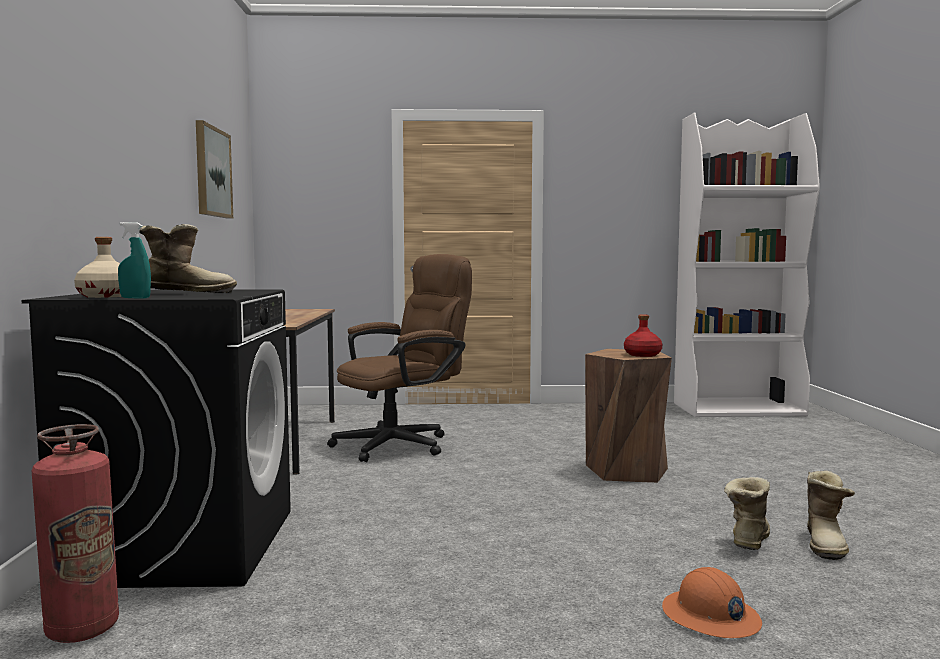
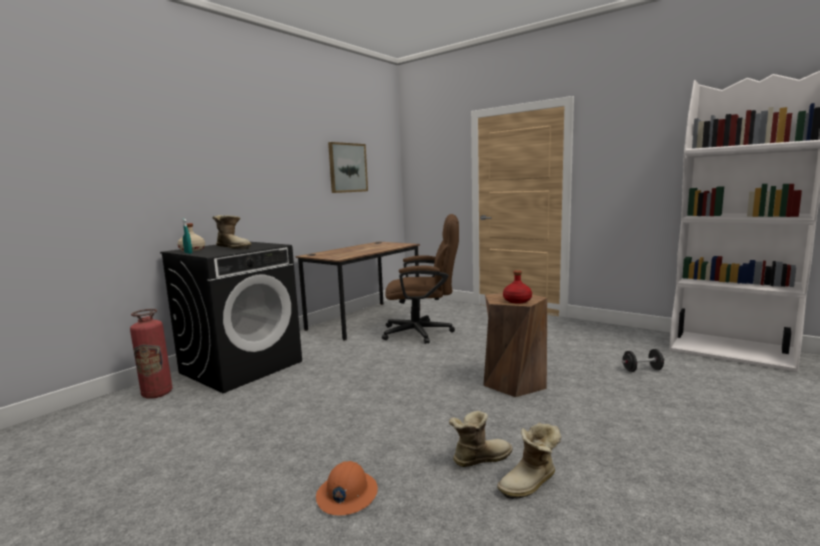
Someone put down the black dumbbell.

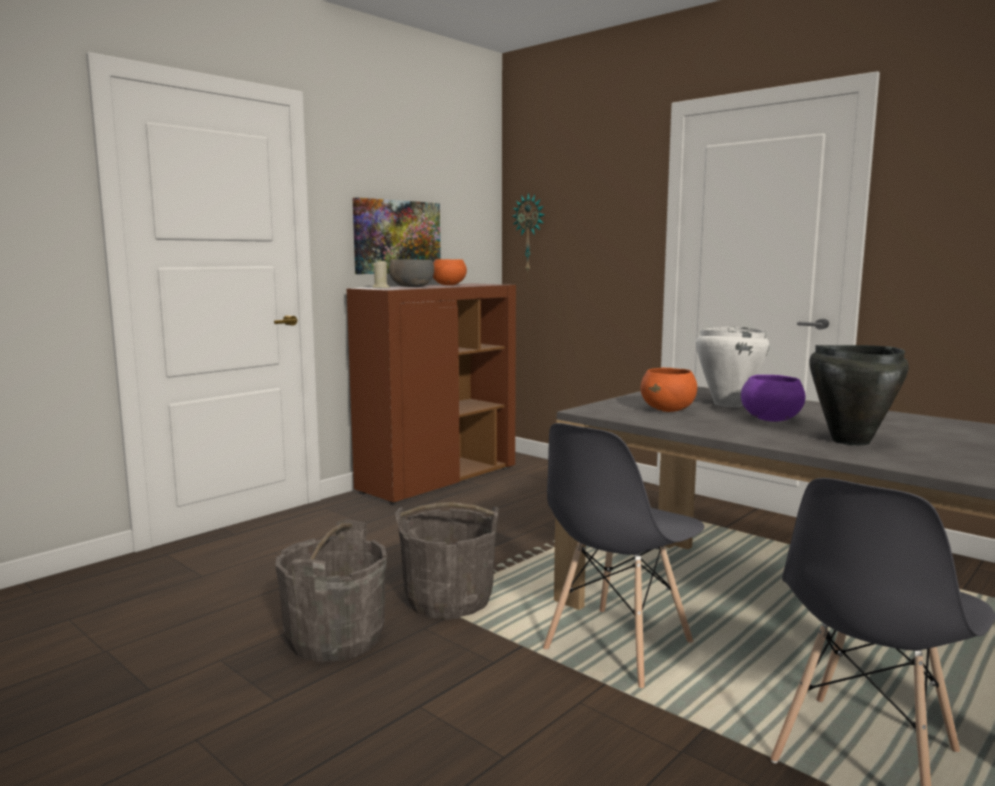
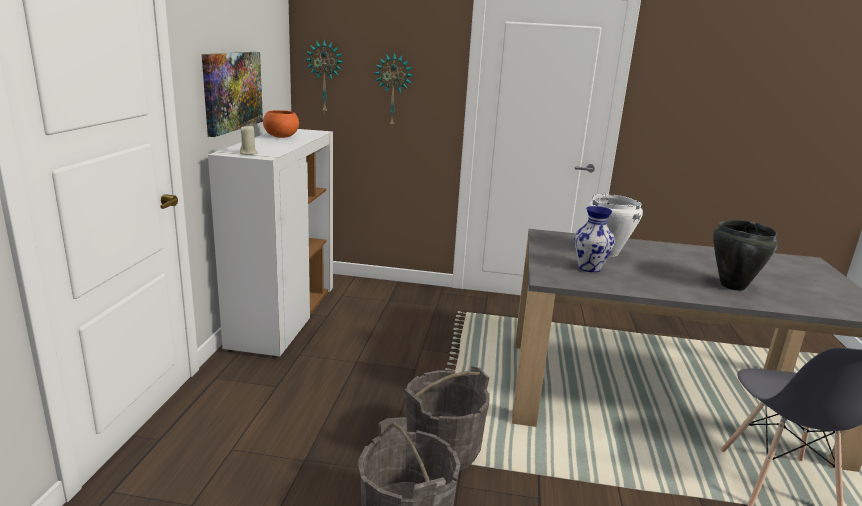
Someone repainted the brown cabinet, which became the white cabinet.
Someone took away the grey bowl.
Someone took away the grey chair (no. 1 from left).
Someone swapped the orange bowl (no. 2 from left) for the vase.
Someone took away the purple bowl.
Someone put up the wall clock (no. 2 from left).

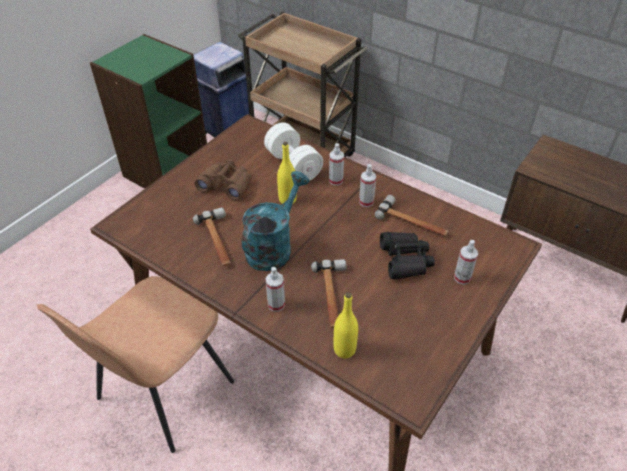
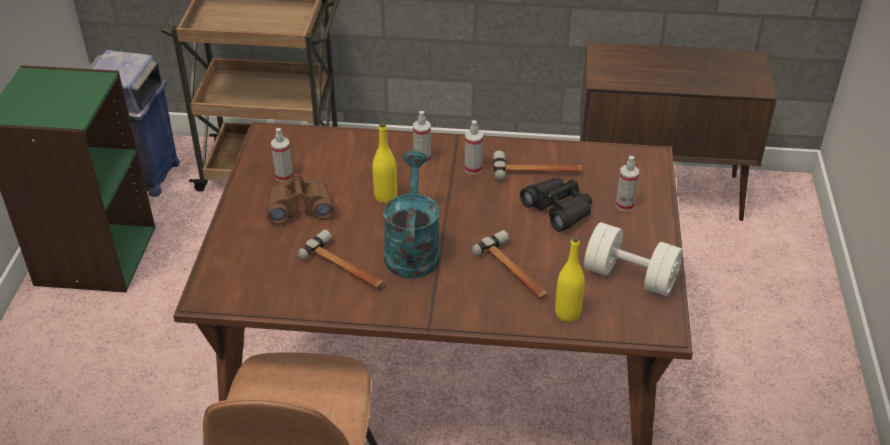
Someone carried the white dumbbell.
Someone carried the spray bottle (no. 1 from left).

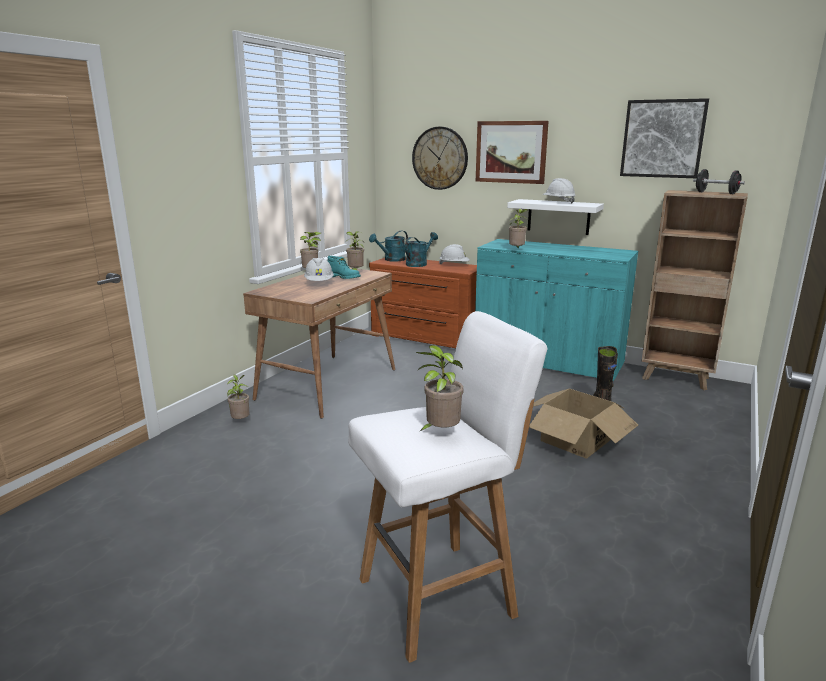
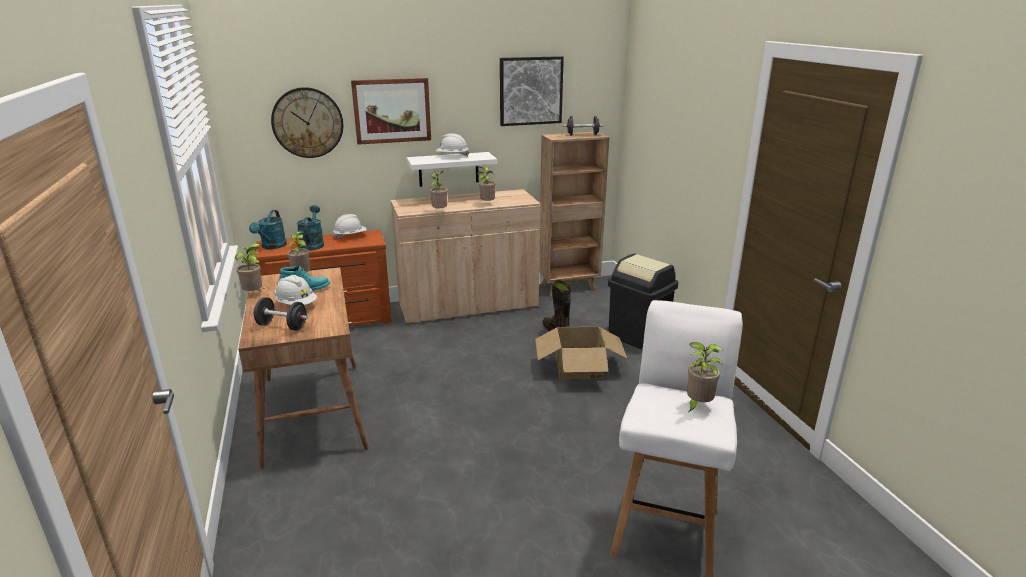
Someone carried the potted plant (no. 1 from left in the first image).
Someone repainted the turquoise cabinet, which became the beige cabinet.
Someone put down the black dumbbell (no. 1 from left).
Someone put down the black trash can.

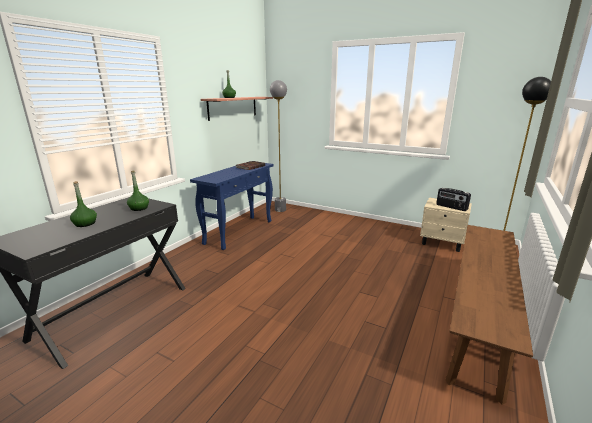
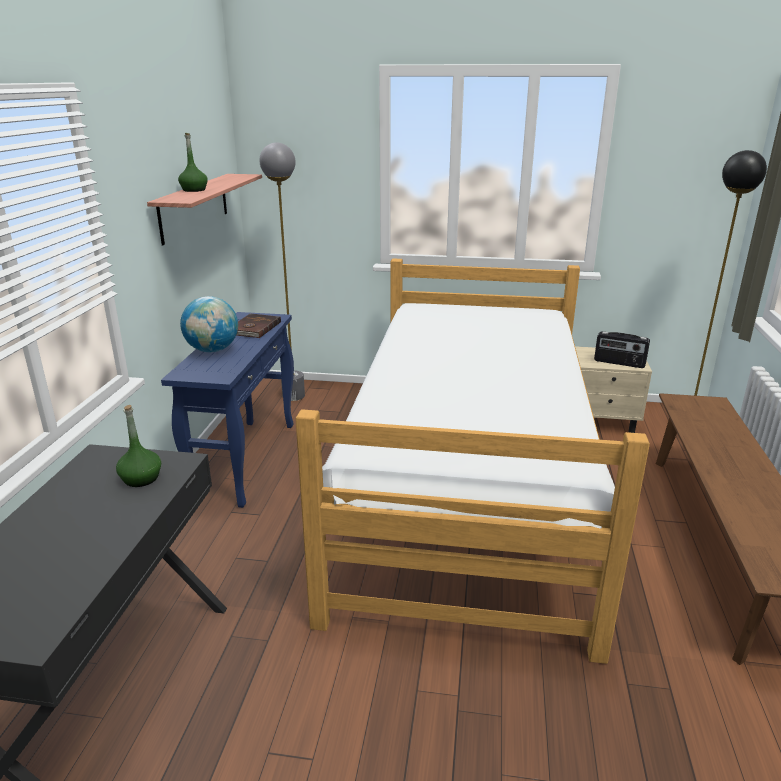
Someone took away the green bottle (no. 1 from left).
Someone put down the globe.
Someone put down the bed.

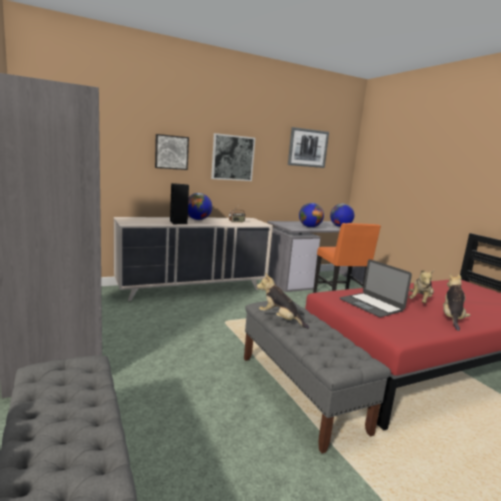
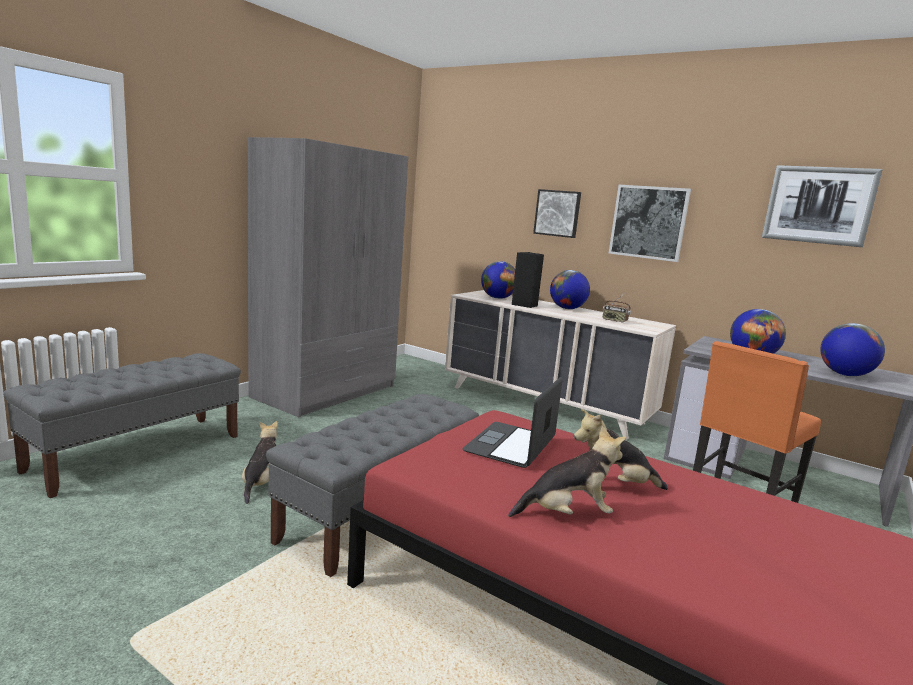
Someone carried the plush toy (no. 1 from left).
Someone put down the globe (no. 1 from left).

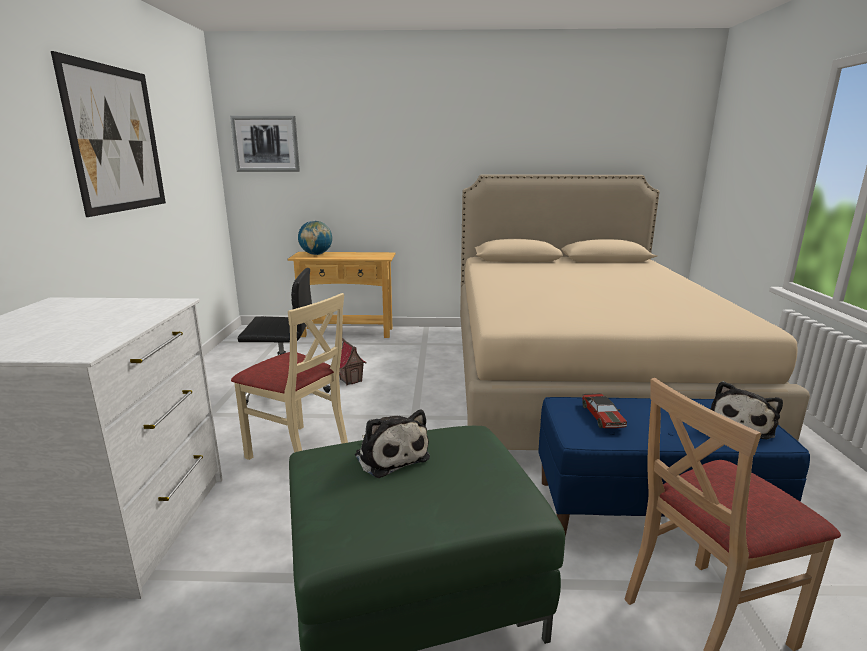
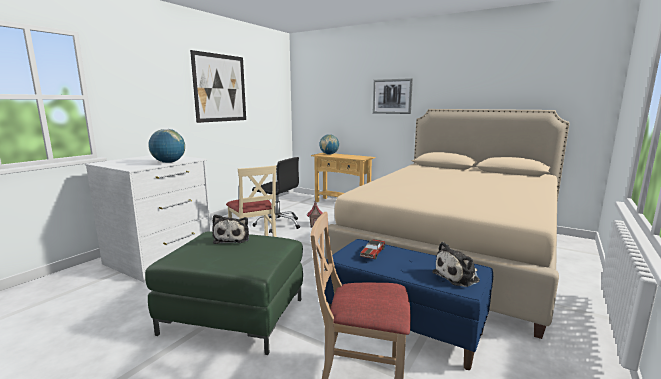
Someone carried the picture (no. 2 from left).
Someone put down the globe (no. 1 from left).

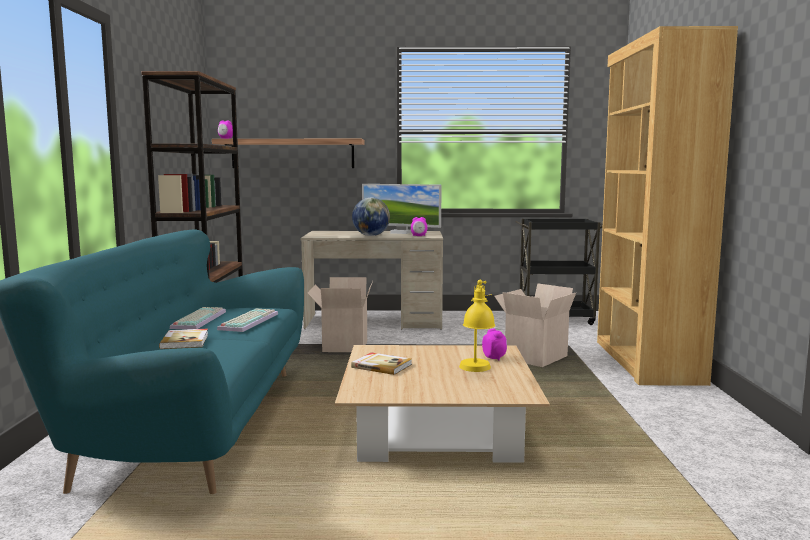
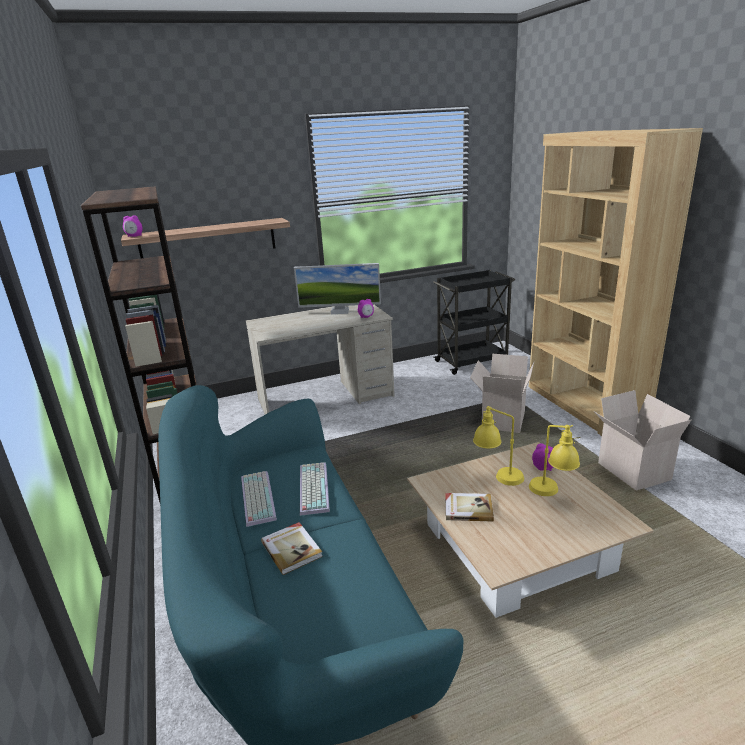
Someone carried the cardboard box (no. 1 from left in the first image).
Someone took away the globe.
Someone put down the yellow table lamp (no. 1 from left).

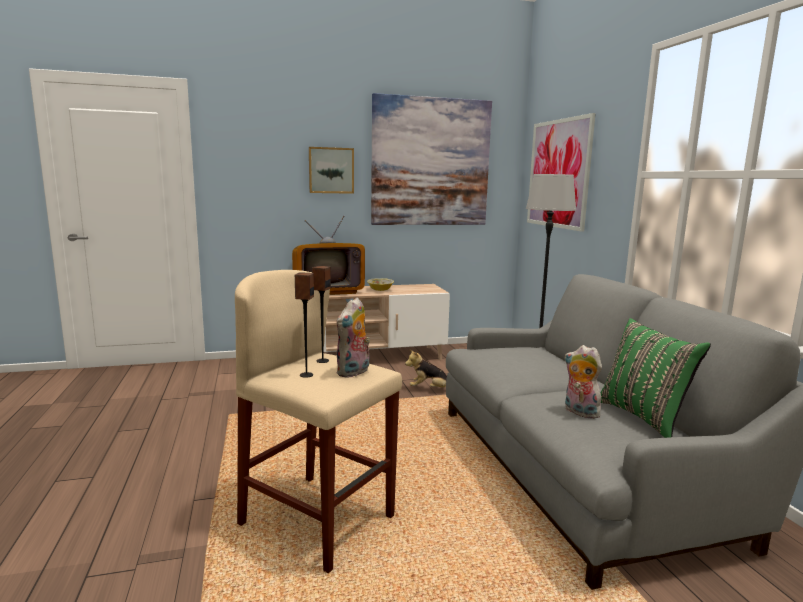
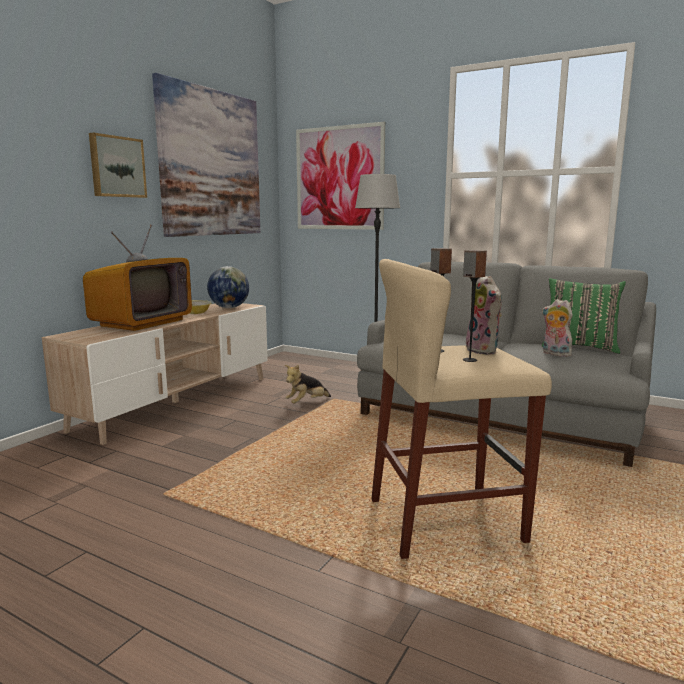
Someone rotated the plush toy (no. 3 from left) by 45 degrees clockwise.
Someone put down the globe.

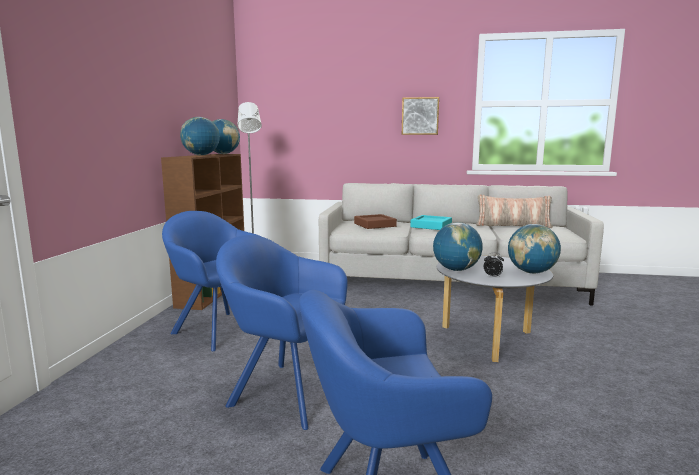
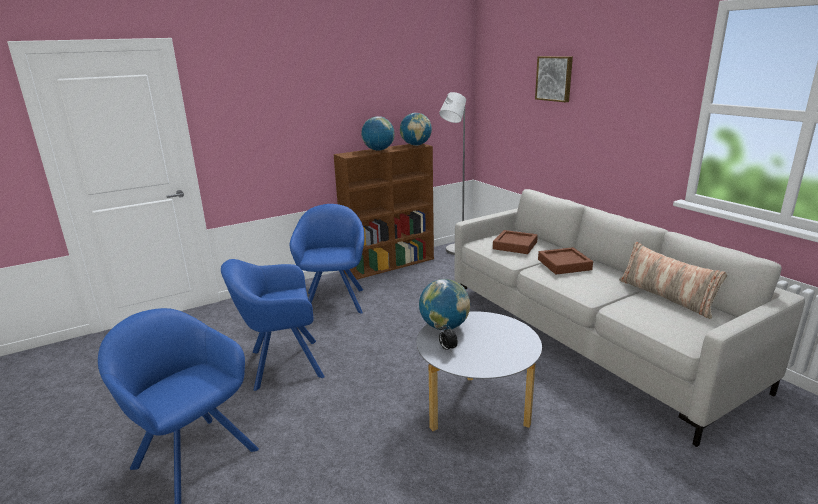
Someone rotated the blue armchair (no. 2 from left) by 90 degrees counterclockwise.
Someone carried the picture.
Someone repainted the turquoise tray, which became the brown tray (no. 2 from left).
Someone took away the globe (no. 4 from left).

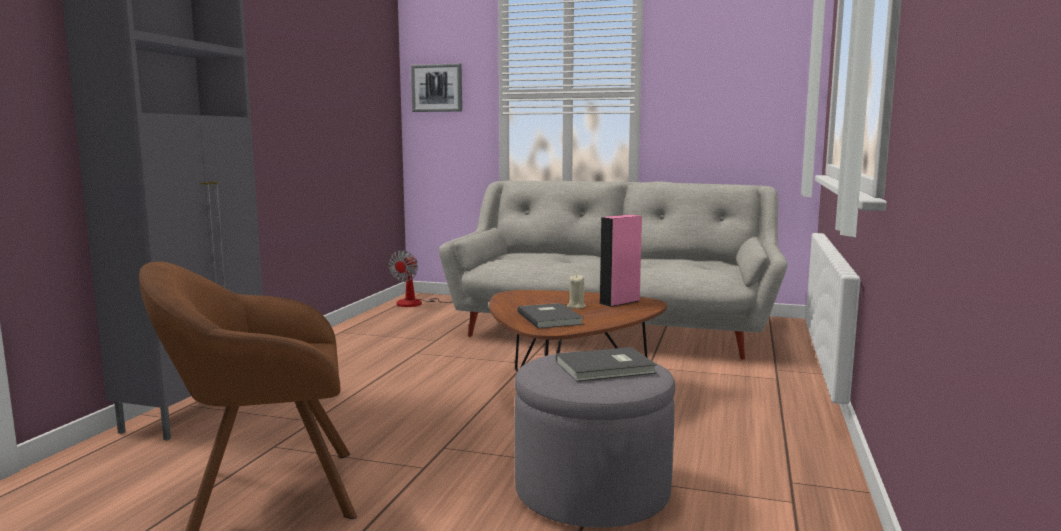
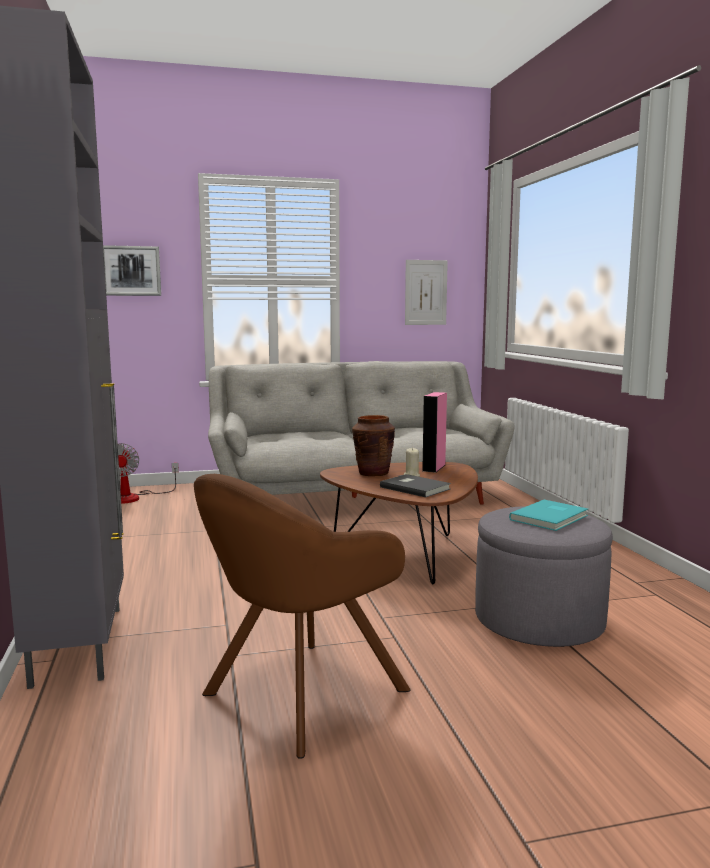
Someone repainted the grey book (no. 2 from left), which became the turquoise book.
Someone put down the brown vase.
Someone put up the picture (no. 2 from left).

